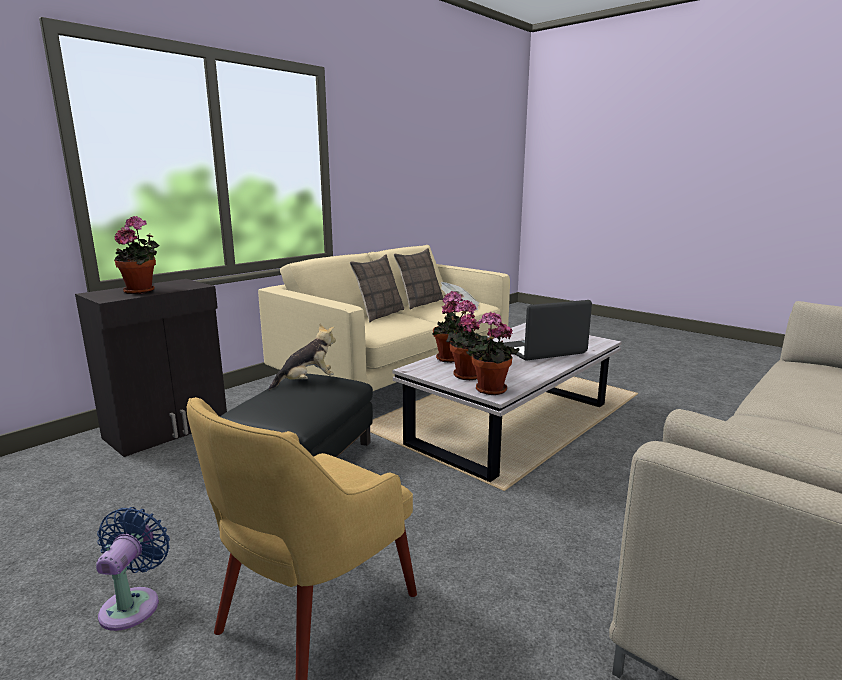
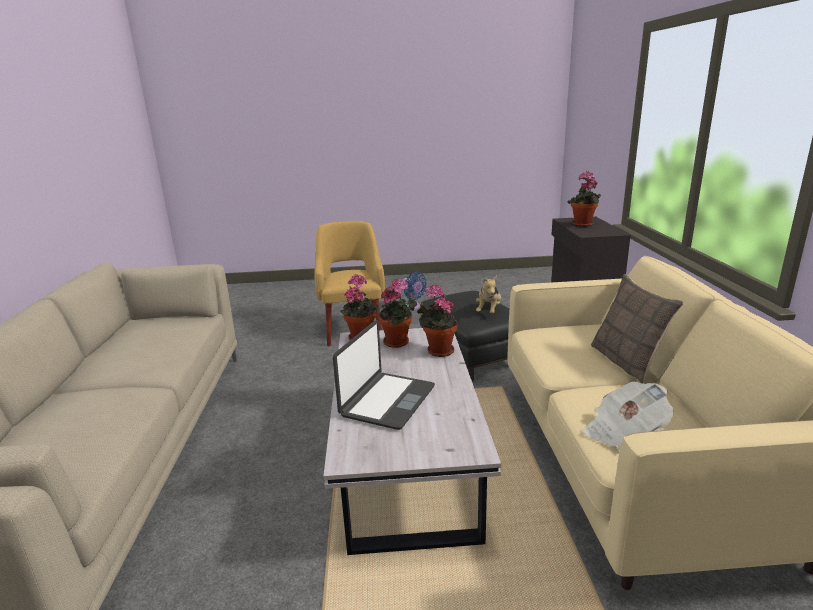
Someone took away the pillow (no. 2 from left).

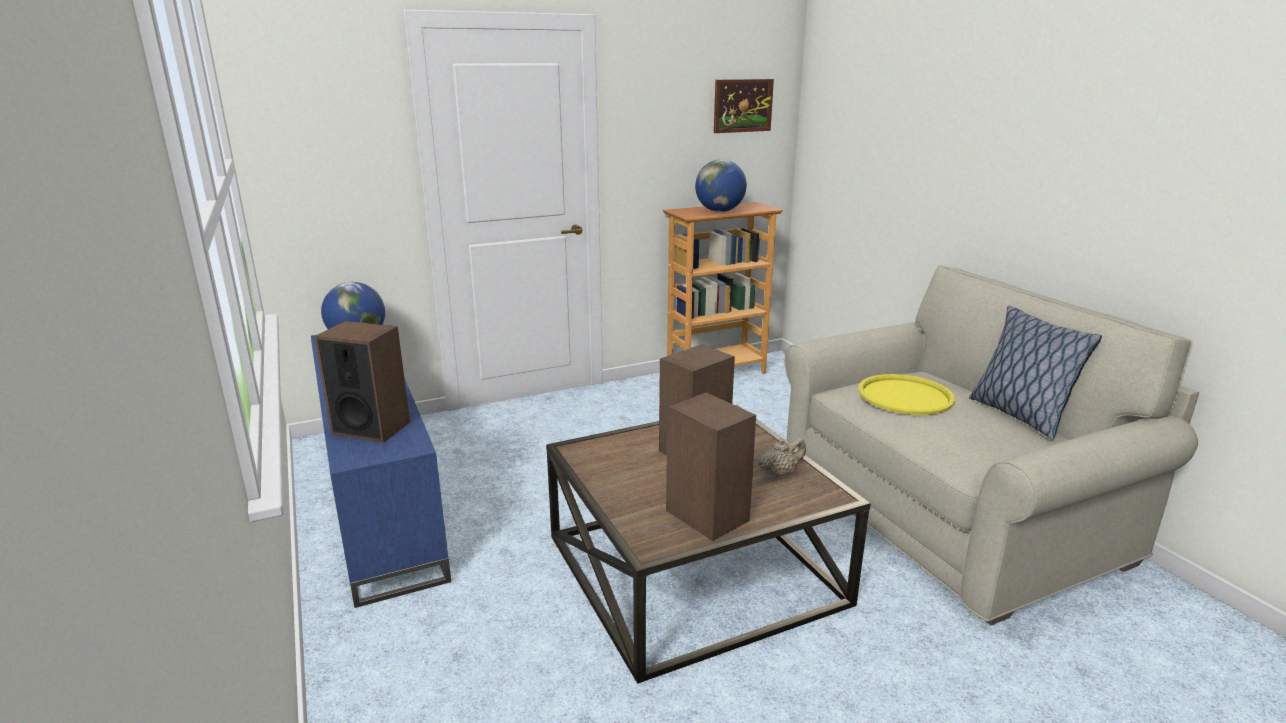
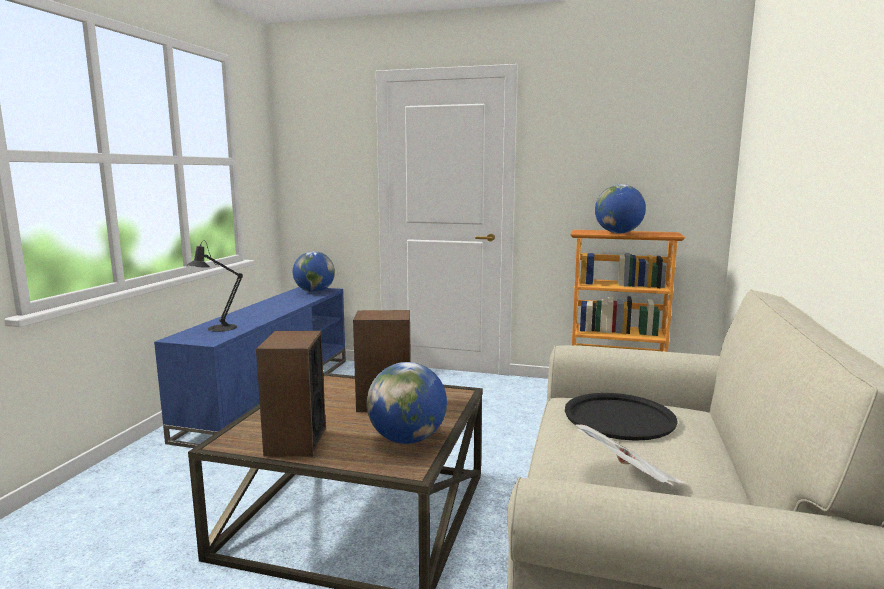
Someone swapped the speaker (no. 1 from left) for the black table lamp.
Someone took away the picture.
Someone swapped the beige teapot for the globe (no. 2 from left).
Someone repainted the yellow tray, which became the black tray.
Someone took away the pillow.
Someone put down the newspaper.

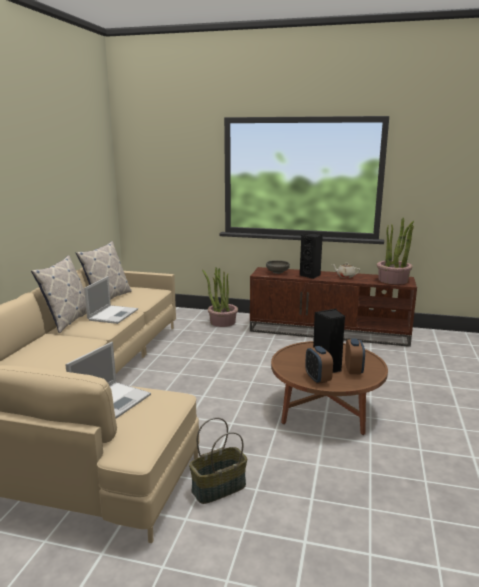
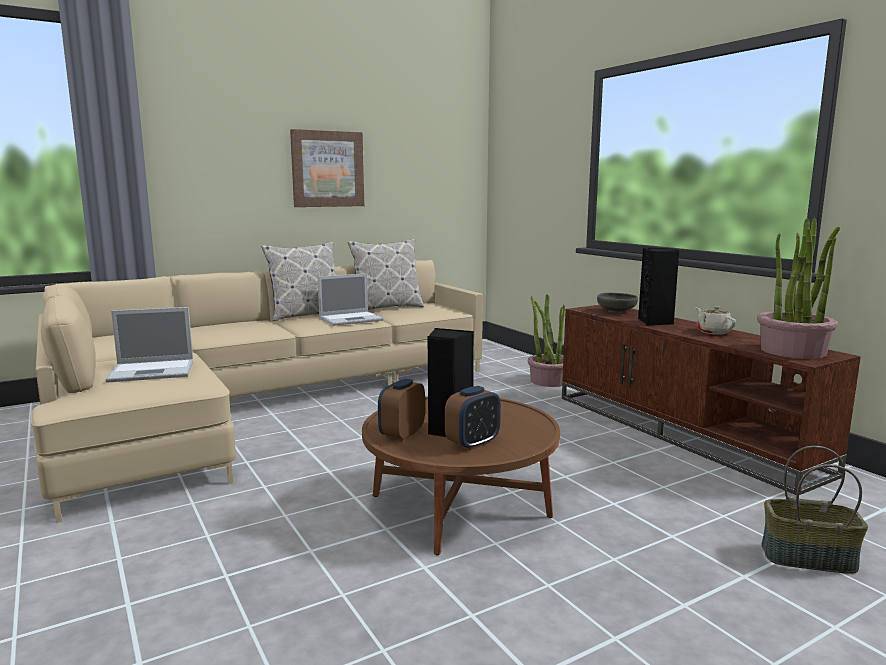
Someone carried the basket.
Someone put up the picture.

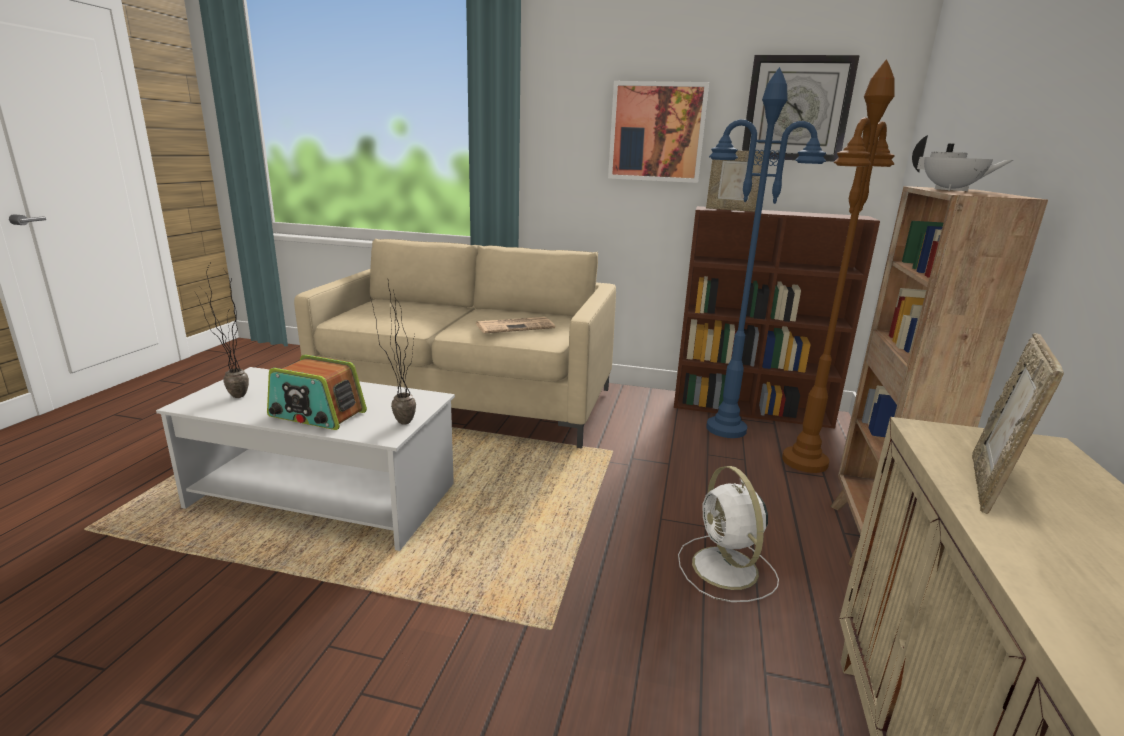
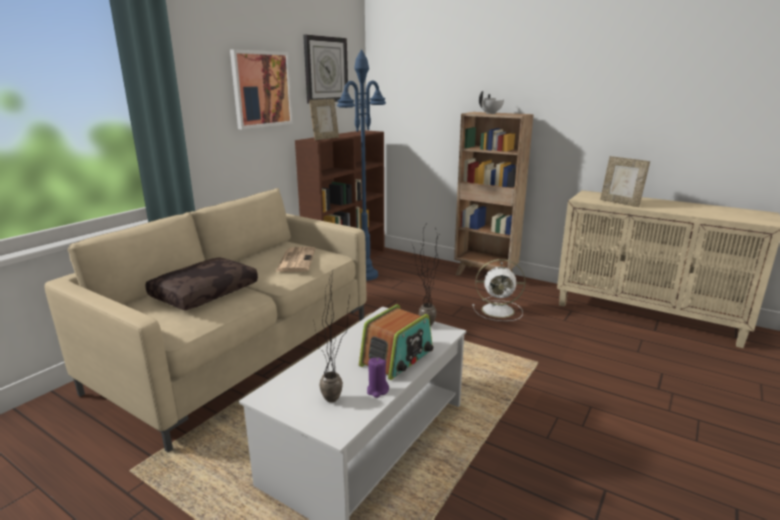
Someone took away the brown floor lamp.
Someone put down the brown pillow.
Someone put down the purple candle.

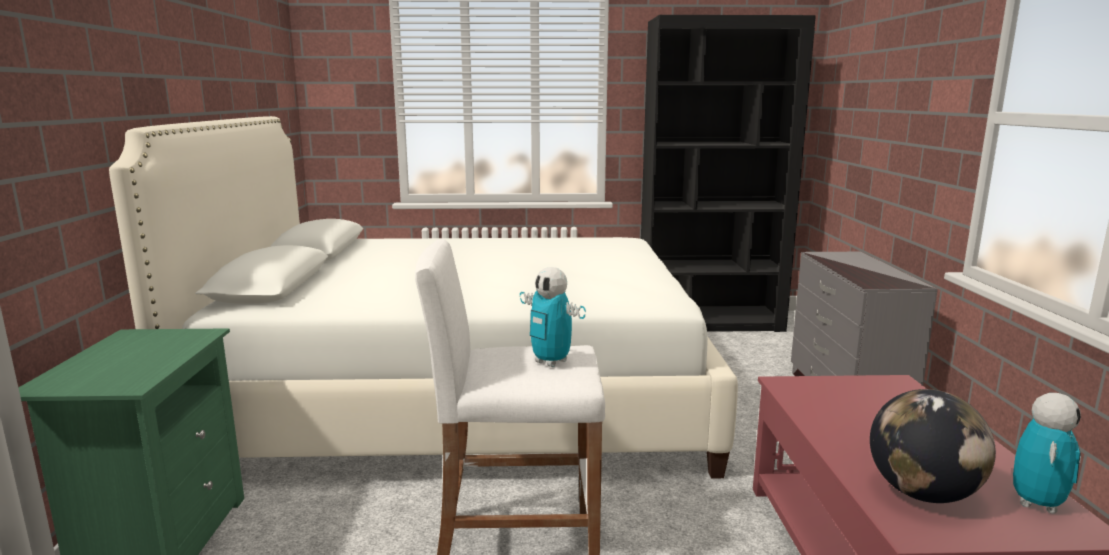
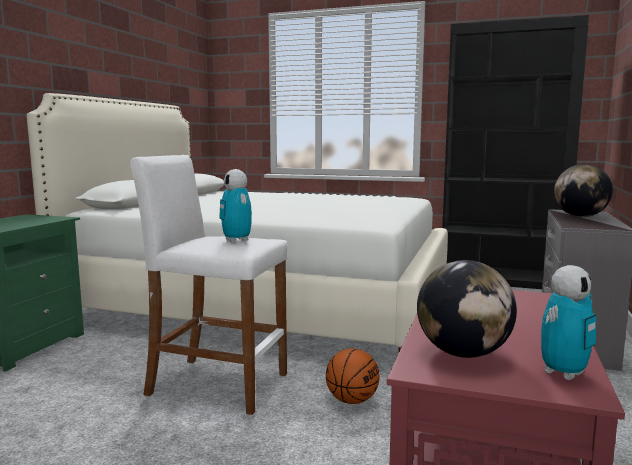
Someone put down the basketball.
Someone put down the globe (no. 2 from left).

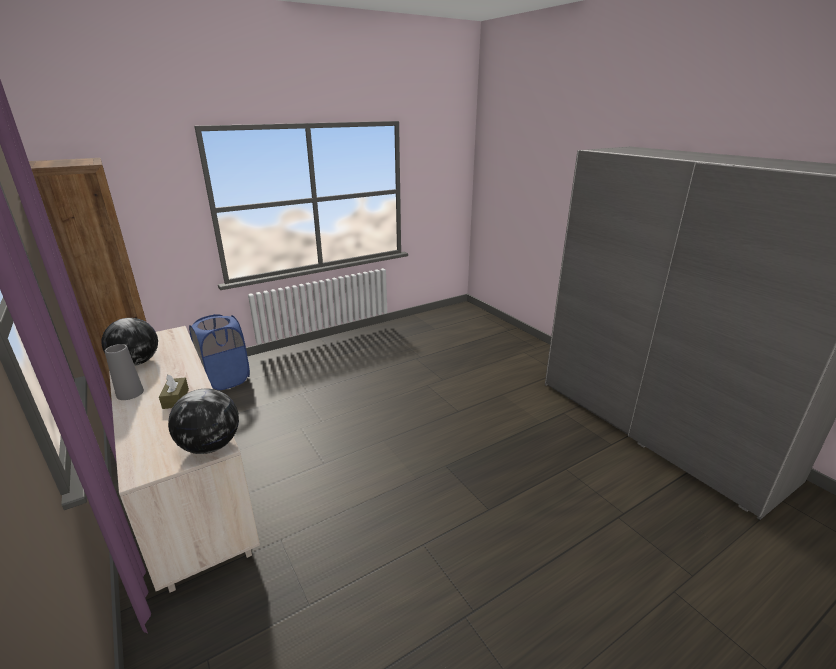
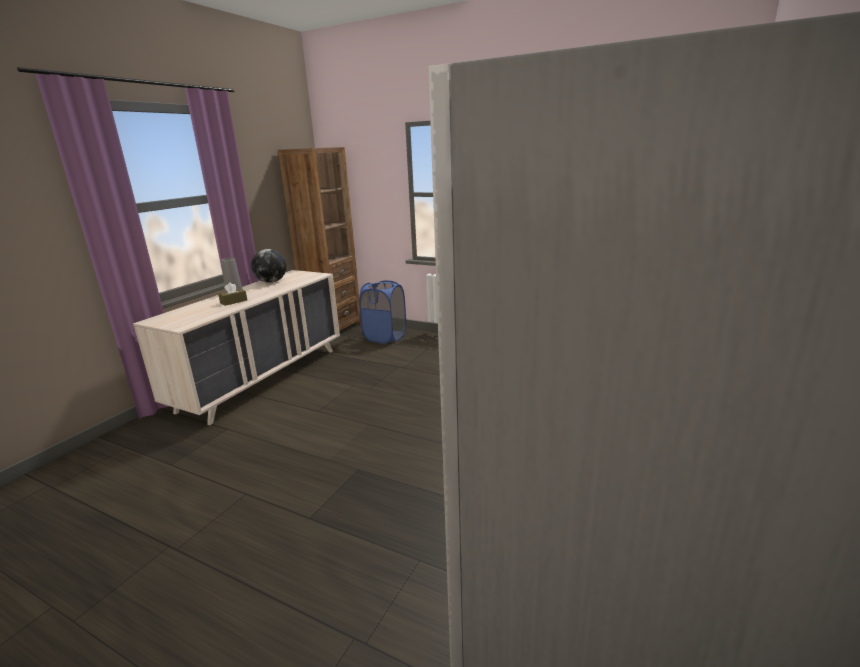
Someone took away the globe (no. 2 from left).

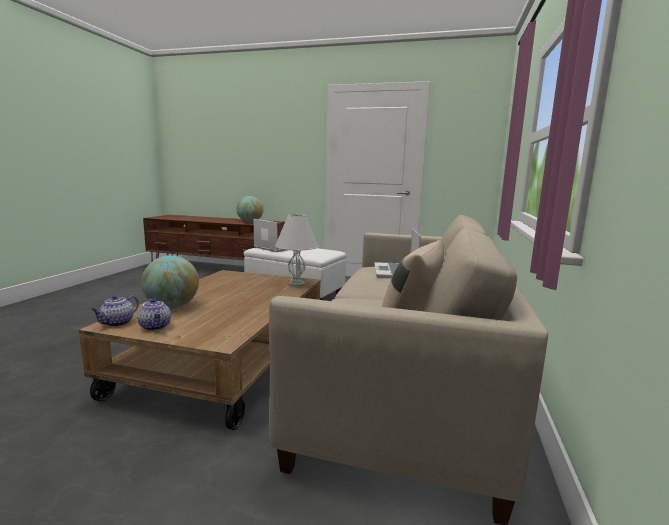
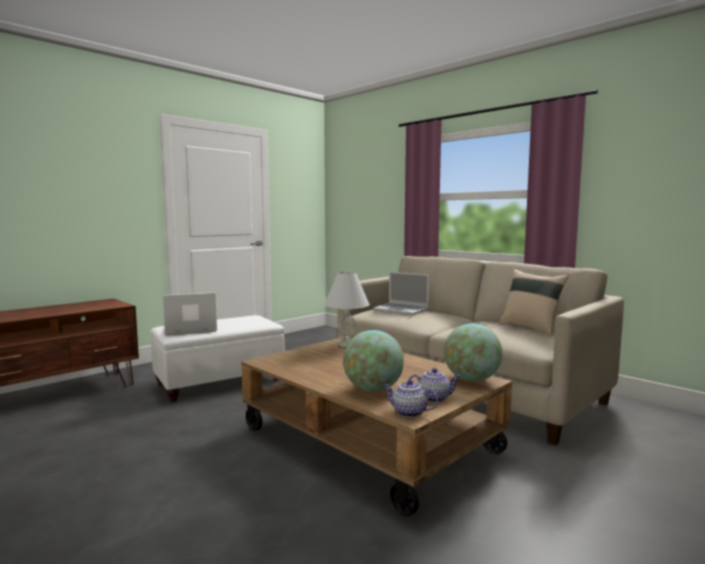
Someone rotated the teapot (no. 1 from left) by 150 degrees clockwise.
Someone carried the globe (no. 2 from left).

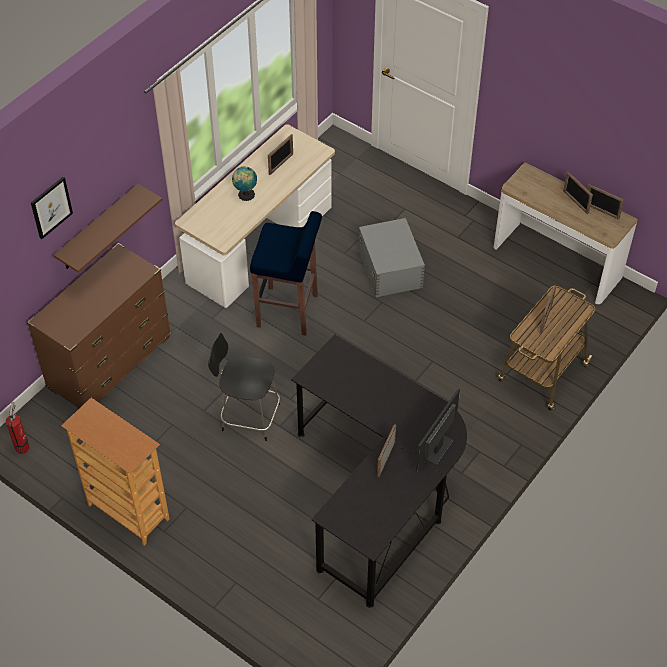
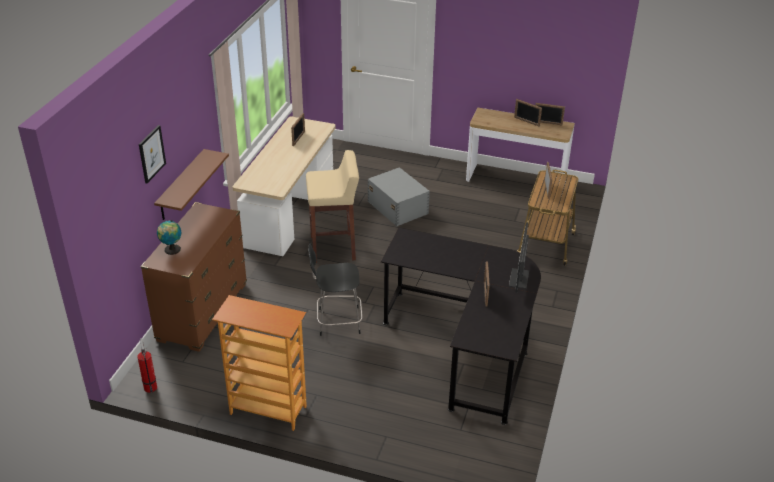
Someone carried the globe.
Someone repainted the blue stool, which became the beige stool.

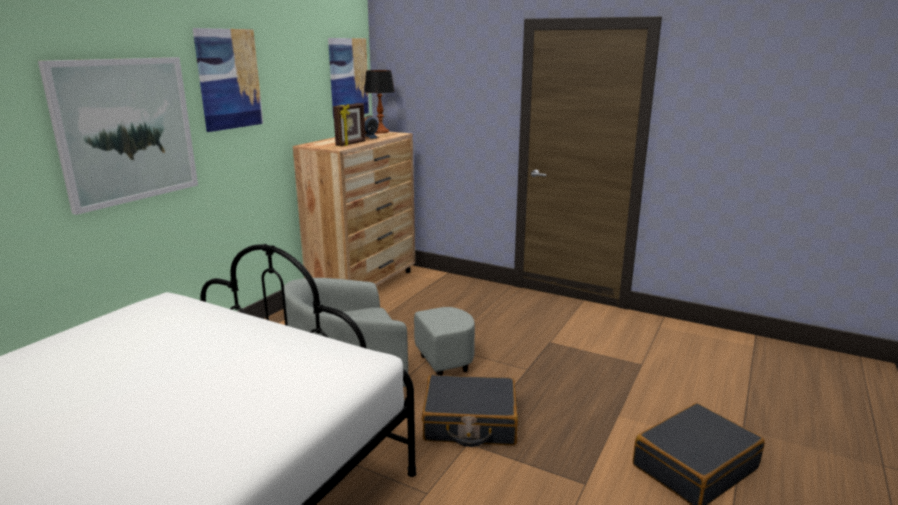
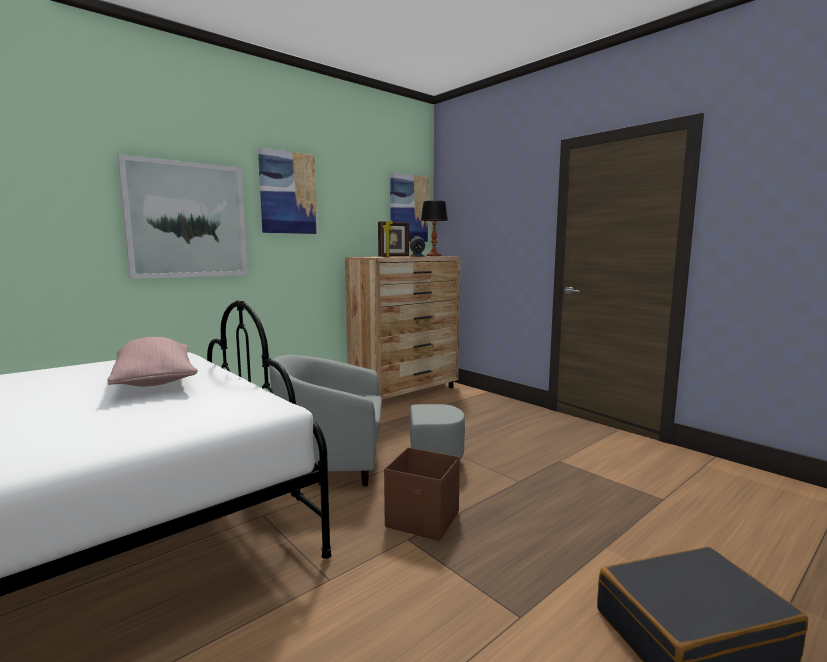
Someone swapped the black suitcase (no. 1 from left) for the brown storage box.
Someone put down the pink pillow.

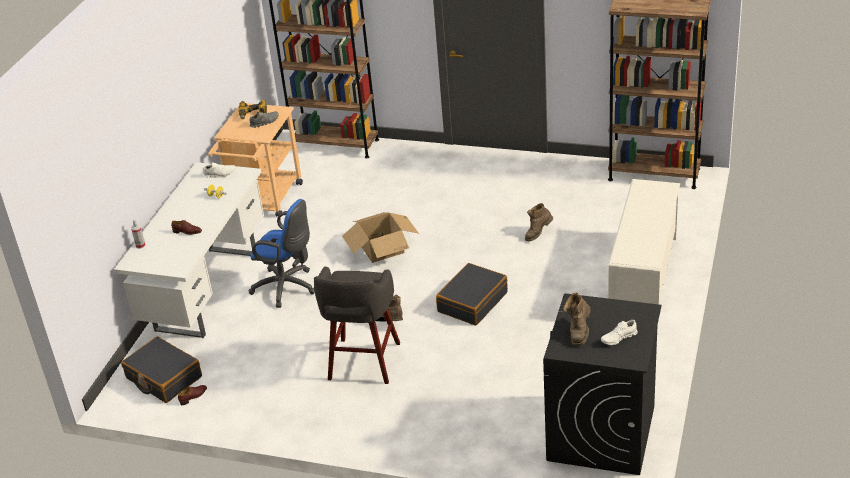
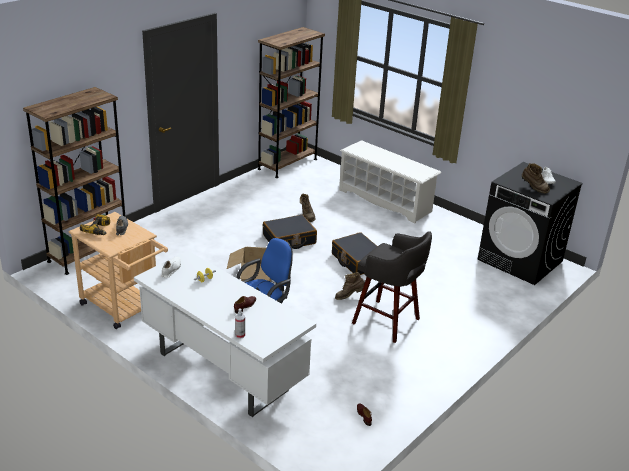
Someone carried the black suitcase (no. 1 from left).

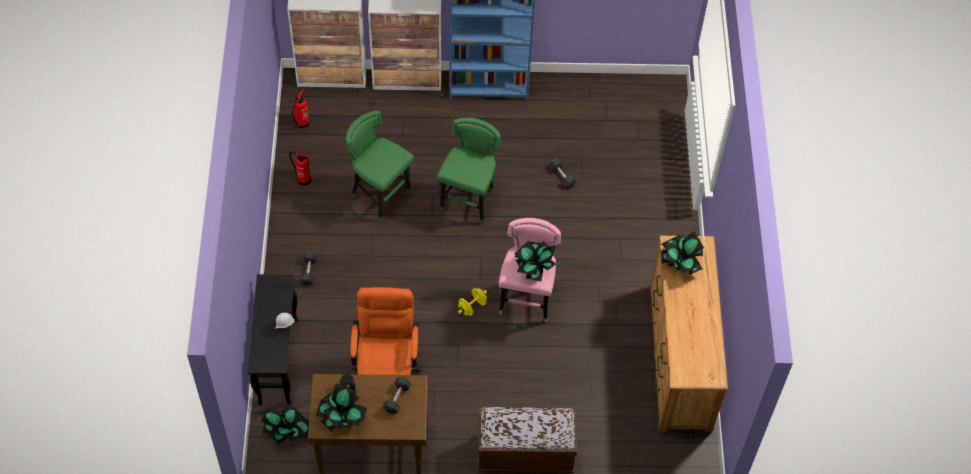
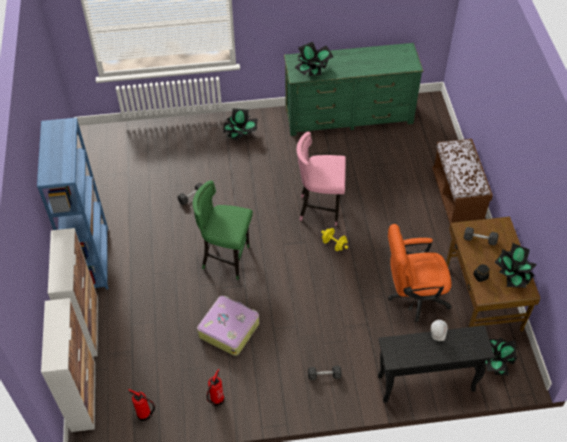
Someone swapped the green stool (no. 1 from left) for the suitcase.
Someone carried the potted plant (no. 3 from left in the first image).
Someone repainted the brown dresser, which became the green dresser.

